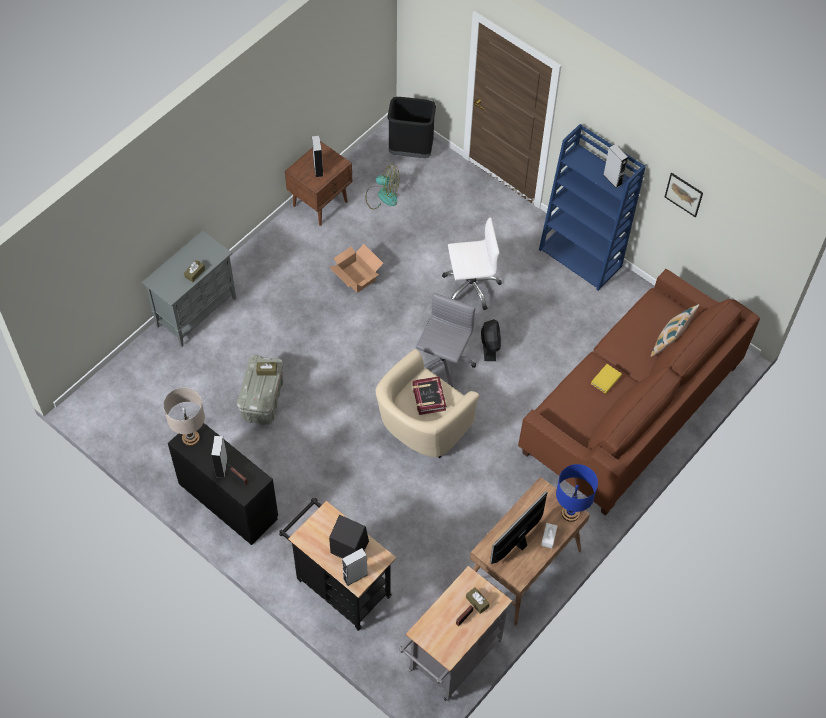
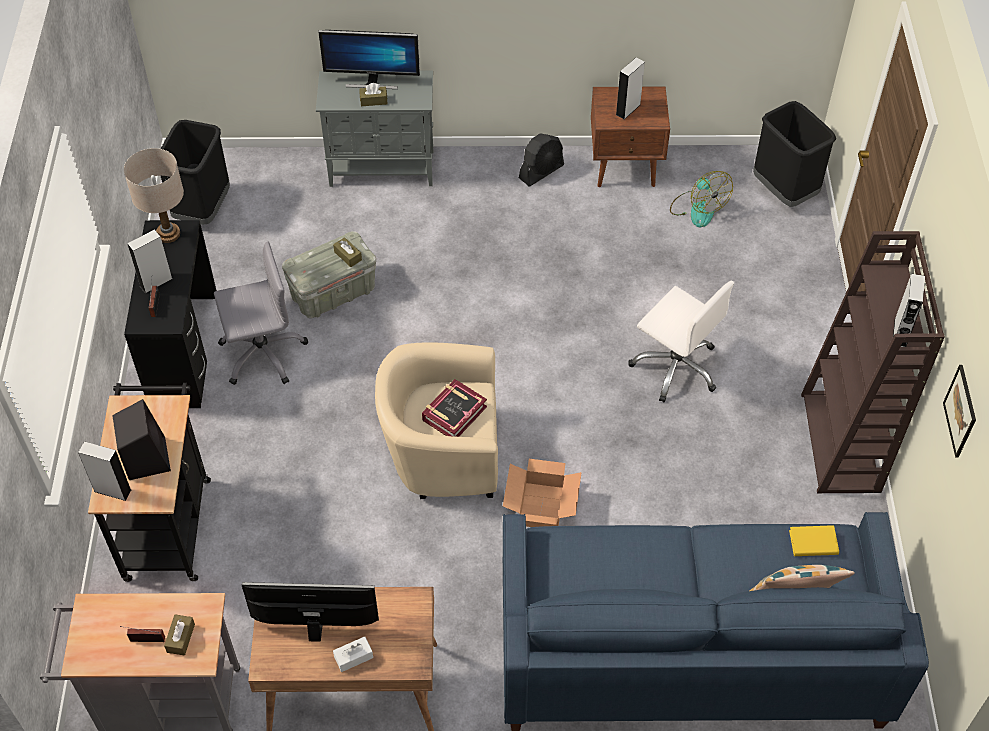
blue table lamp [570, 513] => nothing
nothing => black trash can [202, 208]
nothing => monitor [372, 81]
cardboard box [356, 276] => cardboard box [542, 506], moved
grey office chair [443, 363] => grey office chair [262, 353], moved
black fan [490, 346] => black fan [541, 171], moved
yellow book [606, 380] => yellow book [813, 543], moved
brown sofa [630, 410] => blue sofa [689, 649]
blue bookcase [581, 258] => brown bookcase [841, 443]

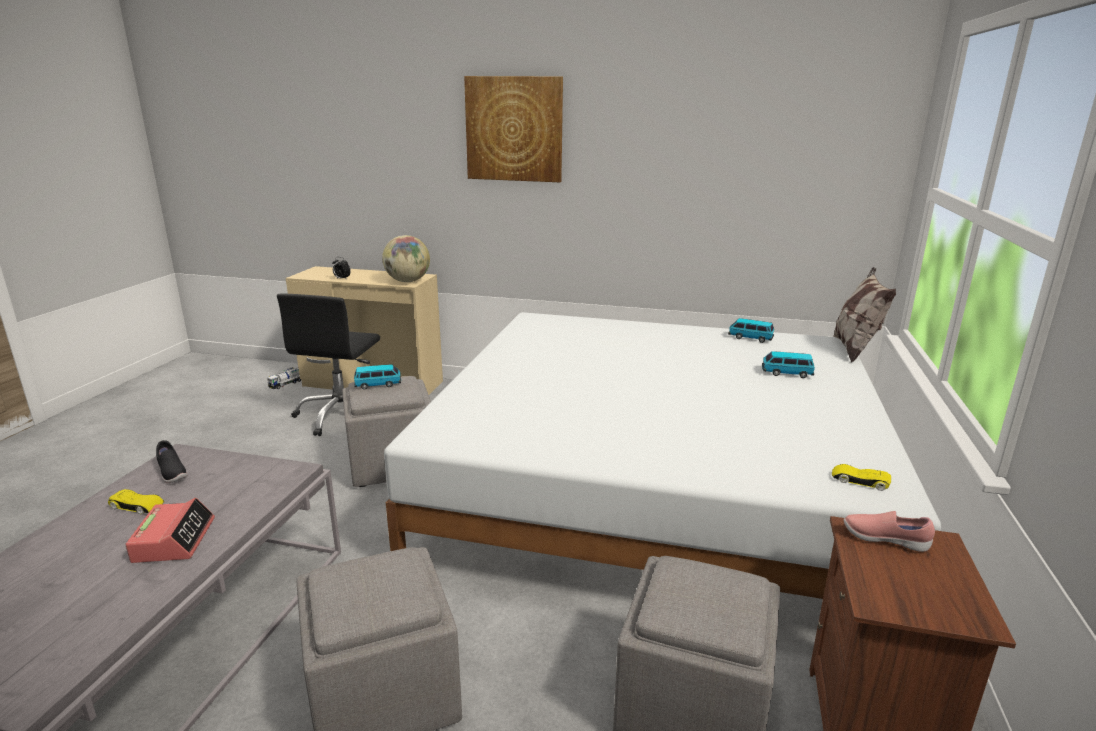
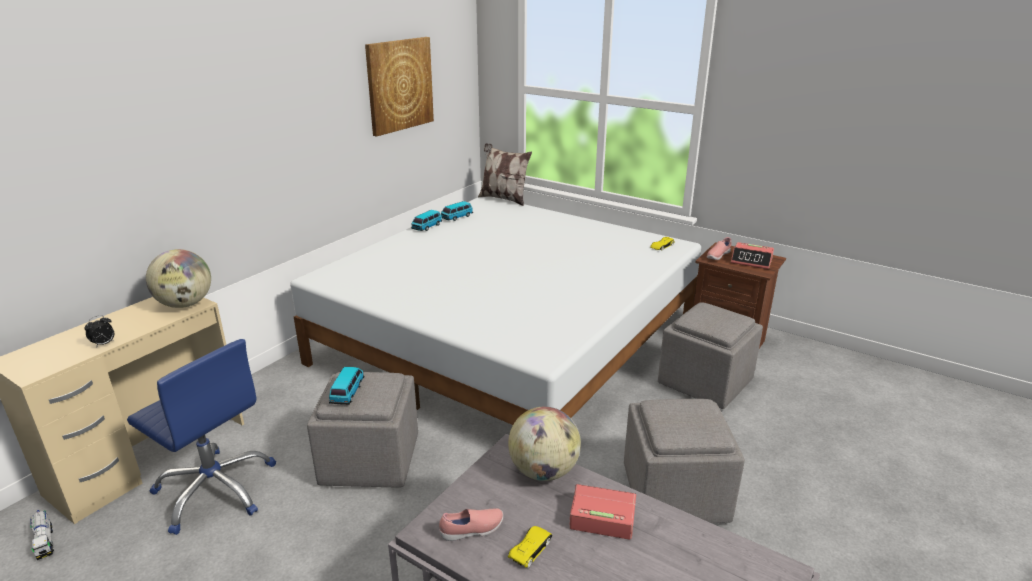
nothing => globe [544, 471]
nothing => alarm clock [751, 261]
picture [514, 129] => picture [399, 85], moved
toy car [786, 373] => toy car [427, 227], moved
black shoe [172, 473] => pink shoe [472, 531]
black office chair [342, 415] => blue office chair [216, 489]

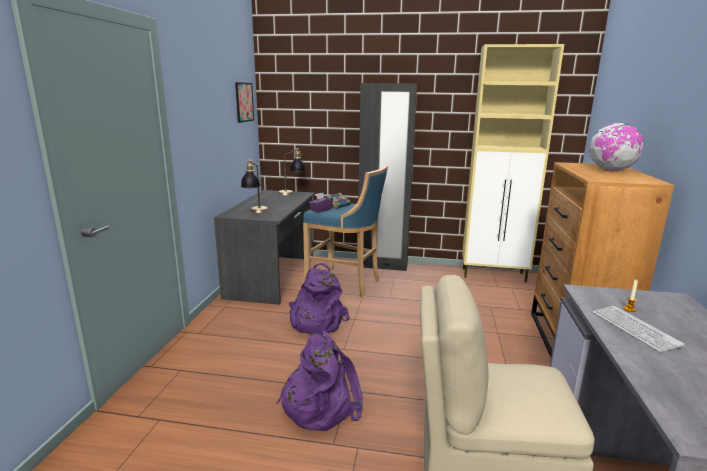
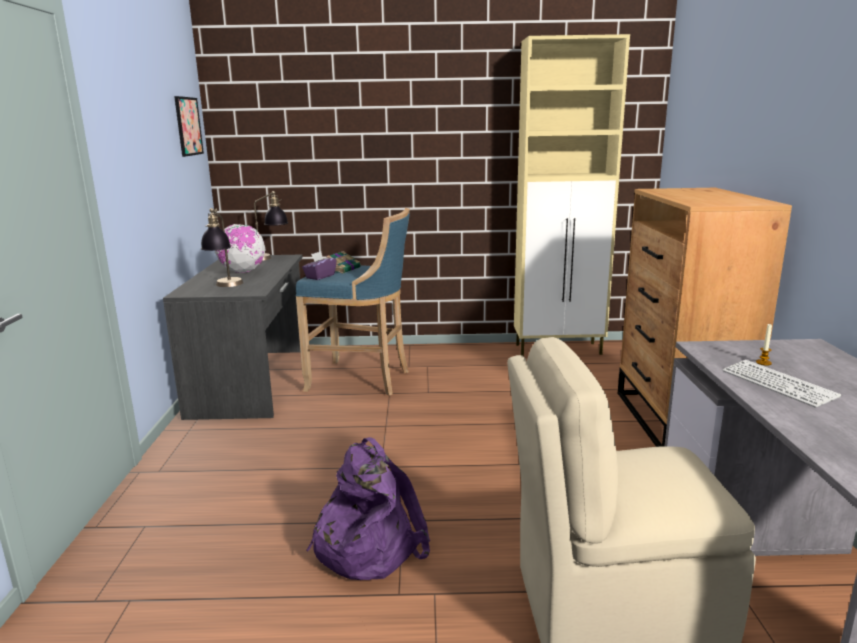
purple backpack [315, 322] => nothing
black wardrobe [382, 265] => nothing
globe [611, 170] => globe [242, 272], moved

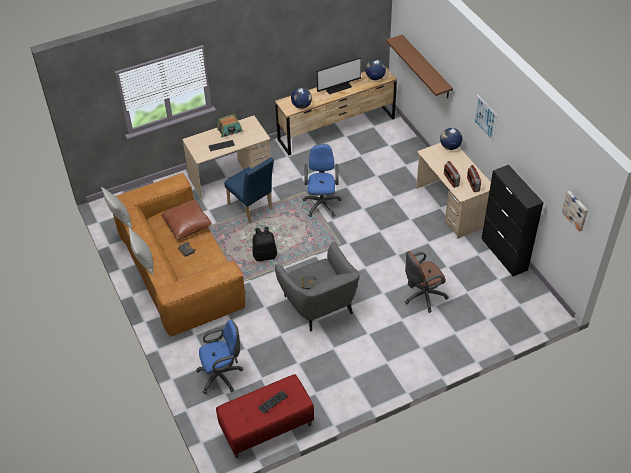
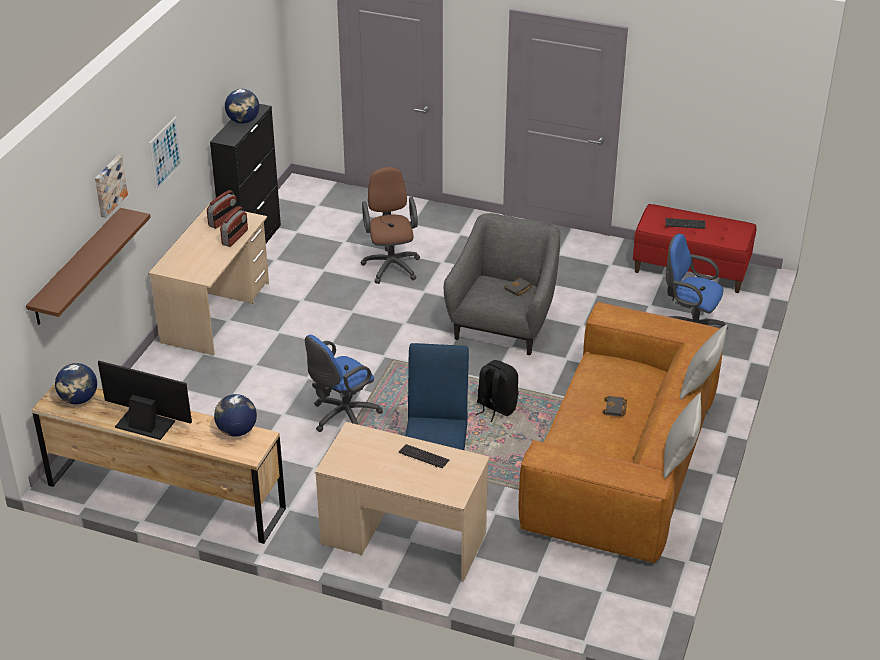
brown pillow [187, 225] => nothing
radio [230, 131] => nothing
globe [450, 147] => globe [243, 121], moved
picture [576, 210] => picture [109, 186], moved
brown office chair [422, 296] => brown office chair [391, 265], 120 degrees counterclockwise

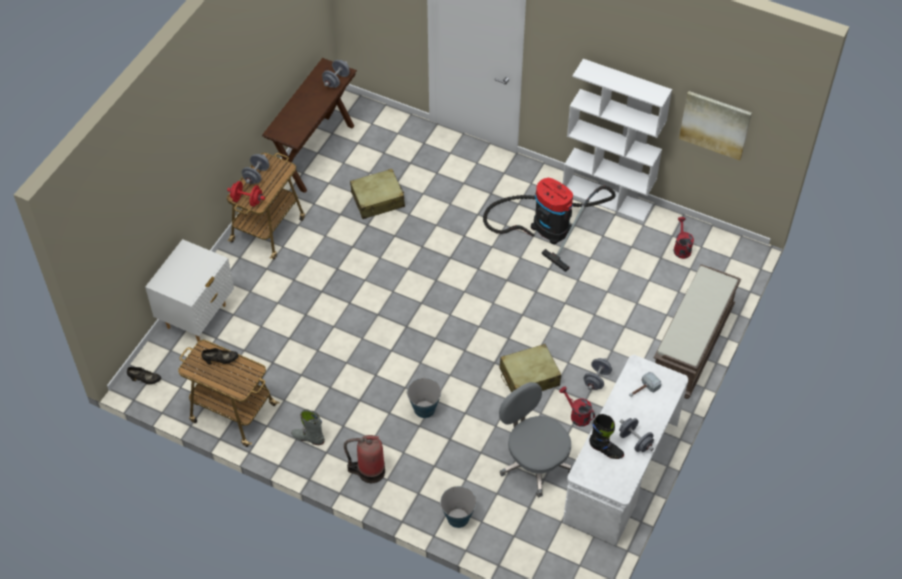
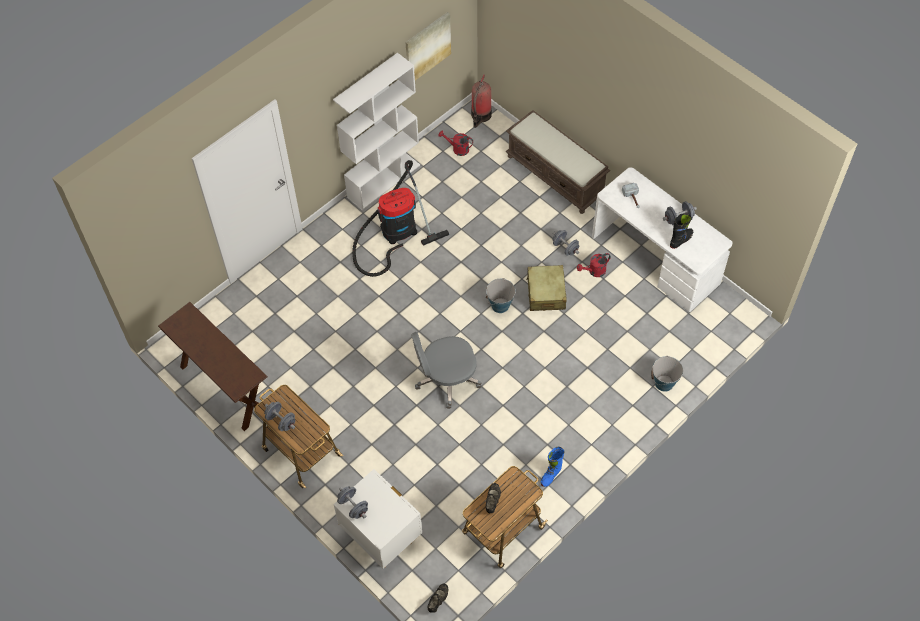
red dumbbell [247, 200] => nothing
beige suitcase [378, 200] => nothing
grey dumbbell [336, 80] => grey dumbbell [353, 506], moved
fire extinguisher [369, 471] => fire extinguisher [480, 116], moved
bucket [424, 409] => bucket [500, 305], moved
grey office chair [534, 462] => grey office chair [446, 379], moved
grey boot [308, 438] => blue boot [551, 475]

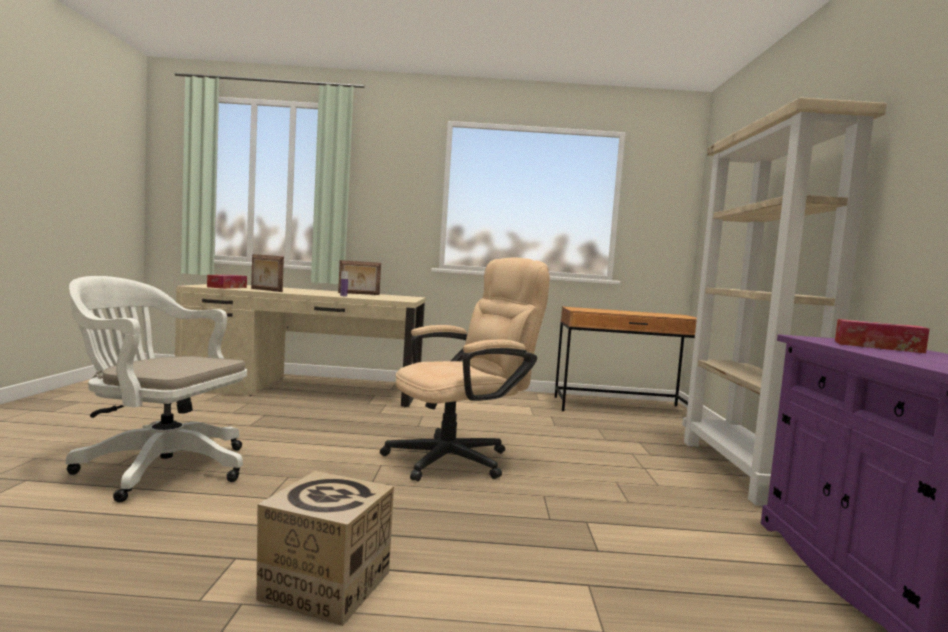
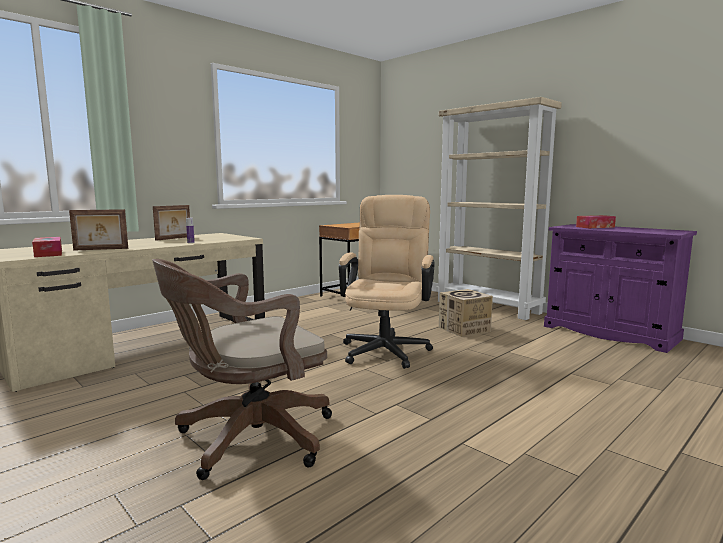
cardboard box [325, 585] => cardboard box [464, 329], moved
white office chair [158, 467] => brown office chair [248, 439]

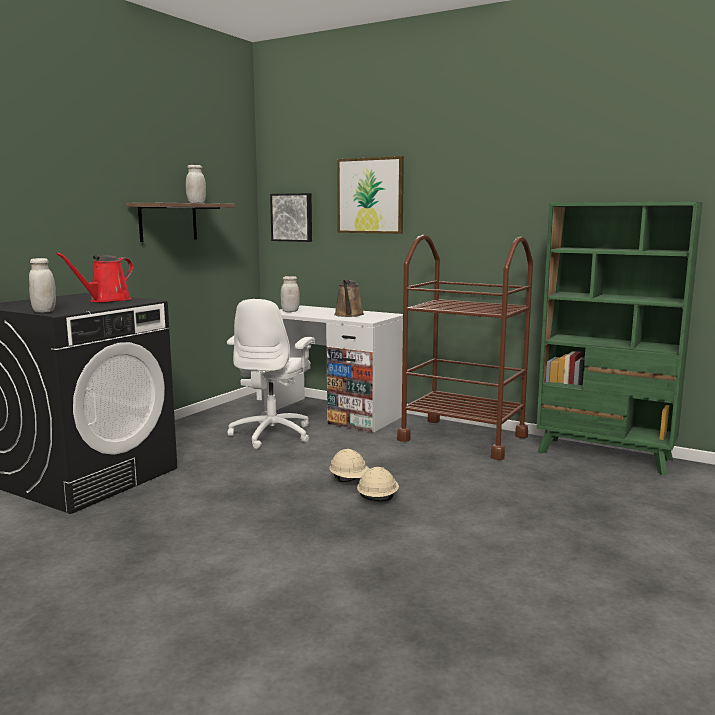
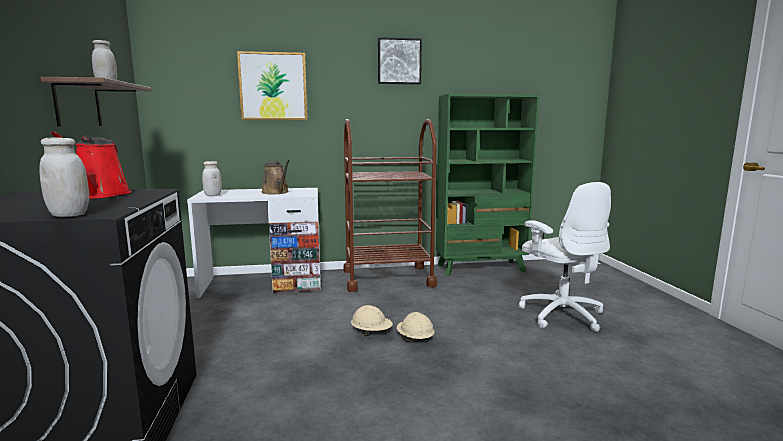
white office chair [273, 434] => white office chair [561, 314], moved
picture [292, 217] => picture [399, 61], moved

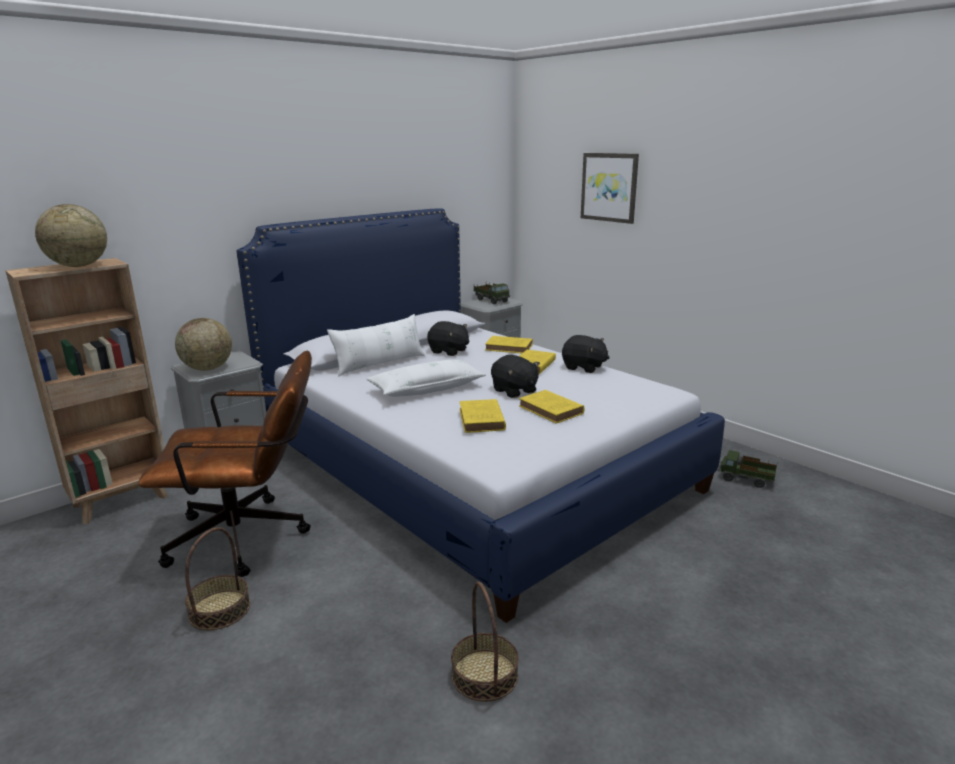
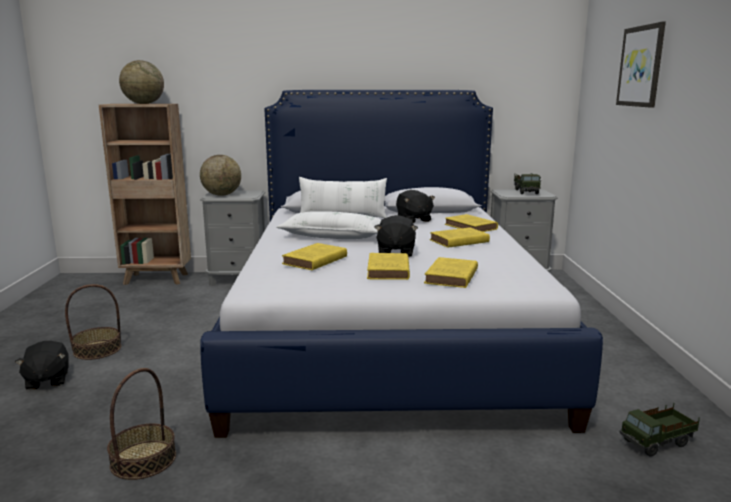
brown office chair [250, 537] => nothing
nothing => yellow book [451, 277]
black plush toy [583, 367] => black plush toy [47, 380], moved
toy truck [746, 480] => toy truck [657, 443], 90 degrees counterclockwise

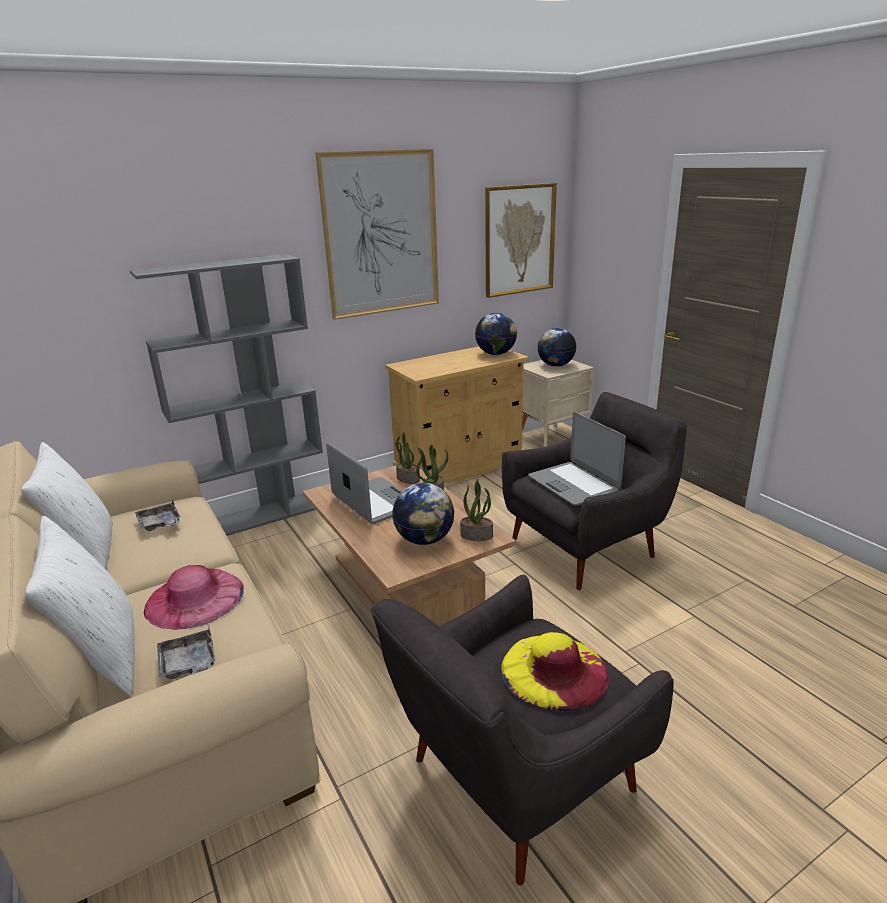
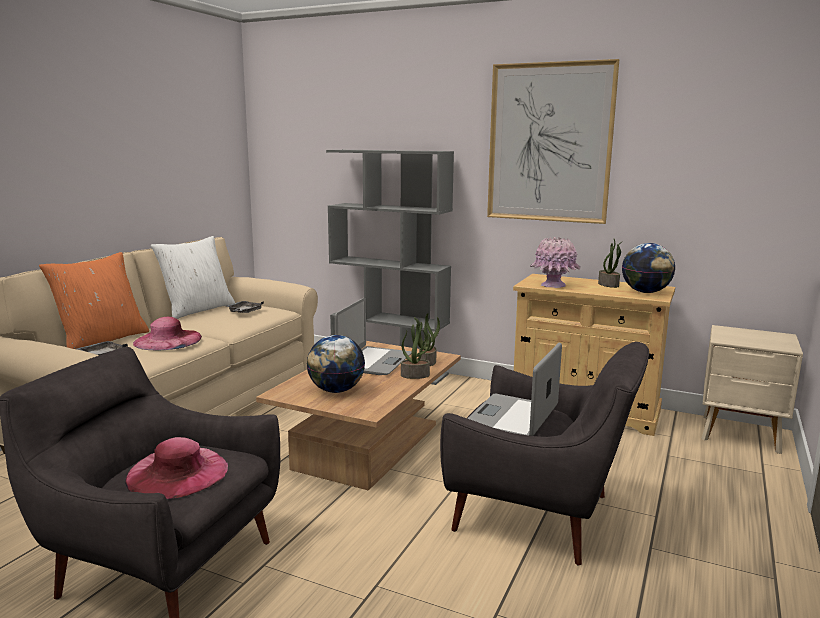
picture [519, 240] => nothing
globe [556, 365] => nothing
nothing => pink vase [554, 285]
potted plant [477, 535] => potted plant [609, 285], moved
white pillow [104, 655] => orange pillow [102, 340]
yellow hat [554, 670] => pink hat [177, 472]

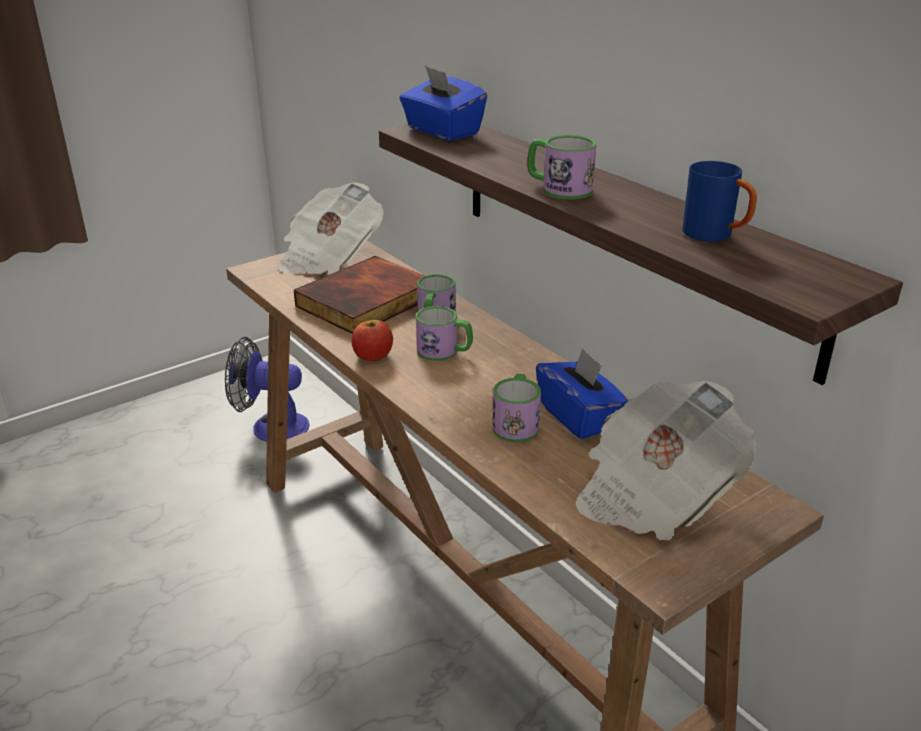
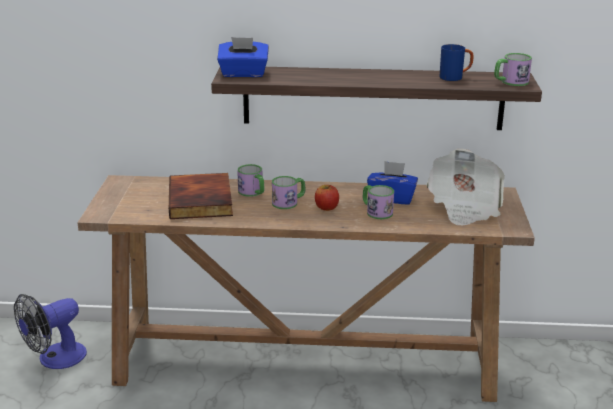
newspaper [329, 257] => nothing
apple [373, 356] => apple [326, 207], moved
mug [558, 188] => mug [510, 82], moved

